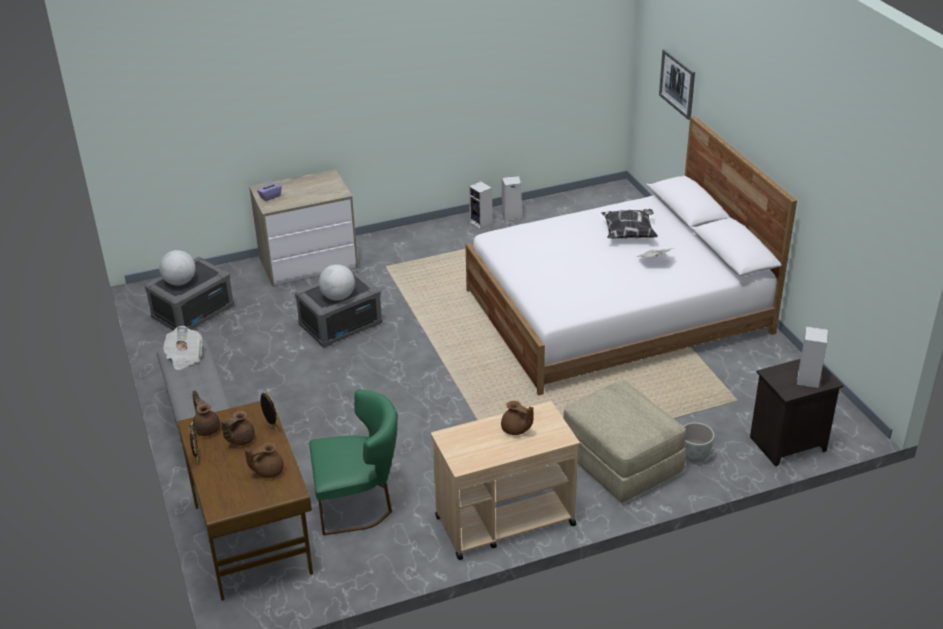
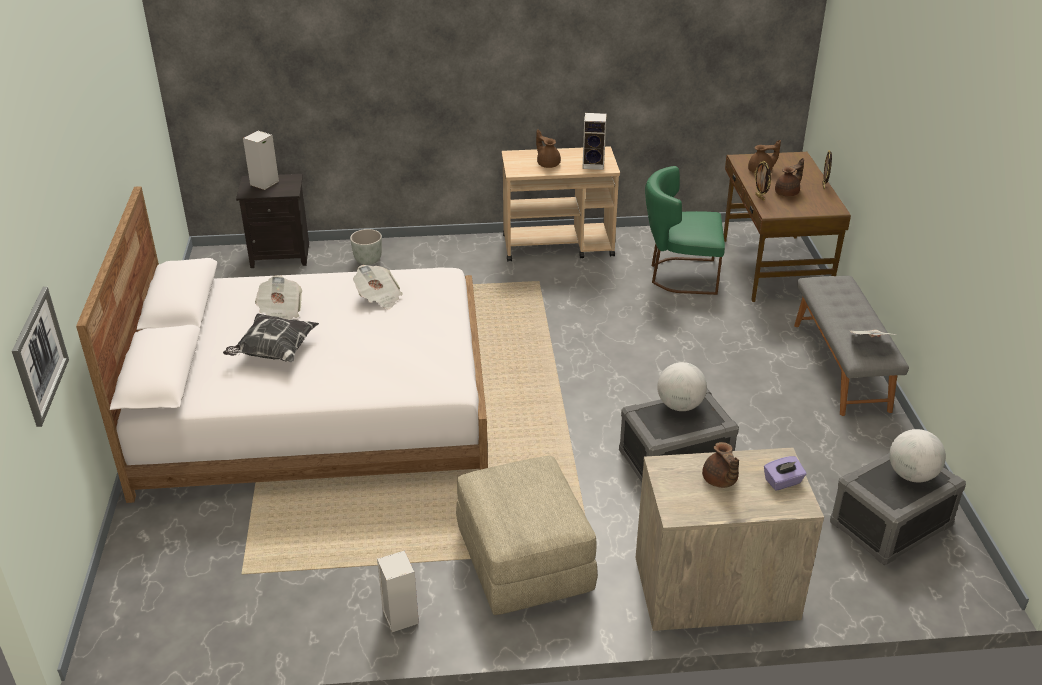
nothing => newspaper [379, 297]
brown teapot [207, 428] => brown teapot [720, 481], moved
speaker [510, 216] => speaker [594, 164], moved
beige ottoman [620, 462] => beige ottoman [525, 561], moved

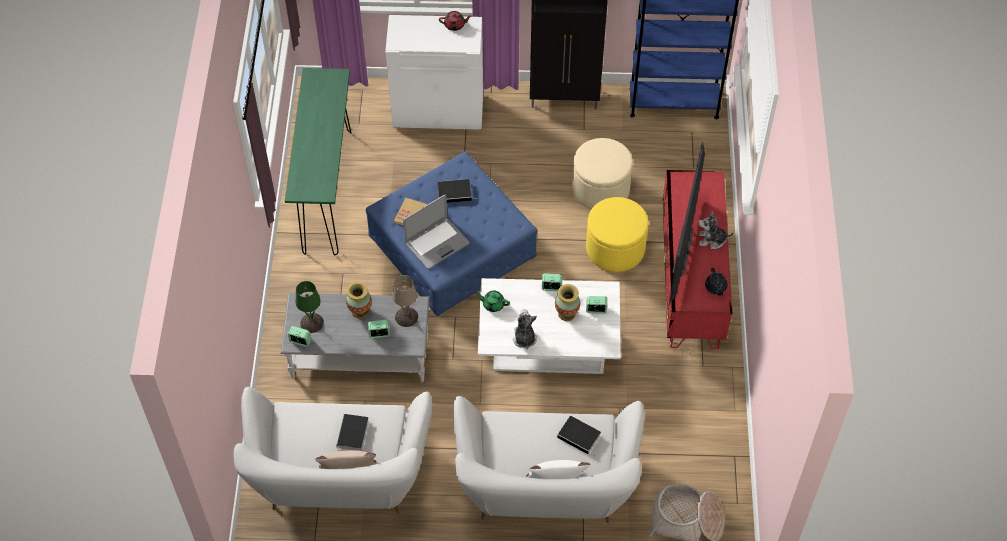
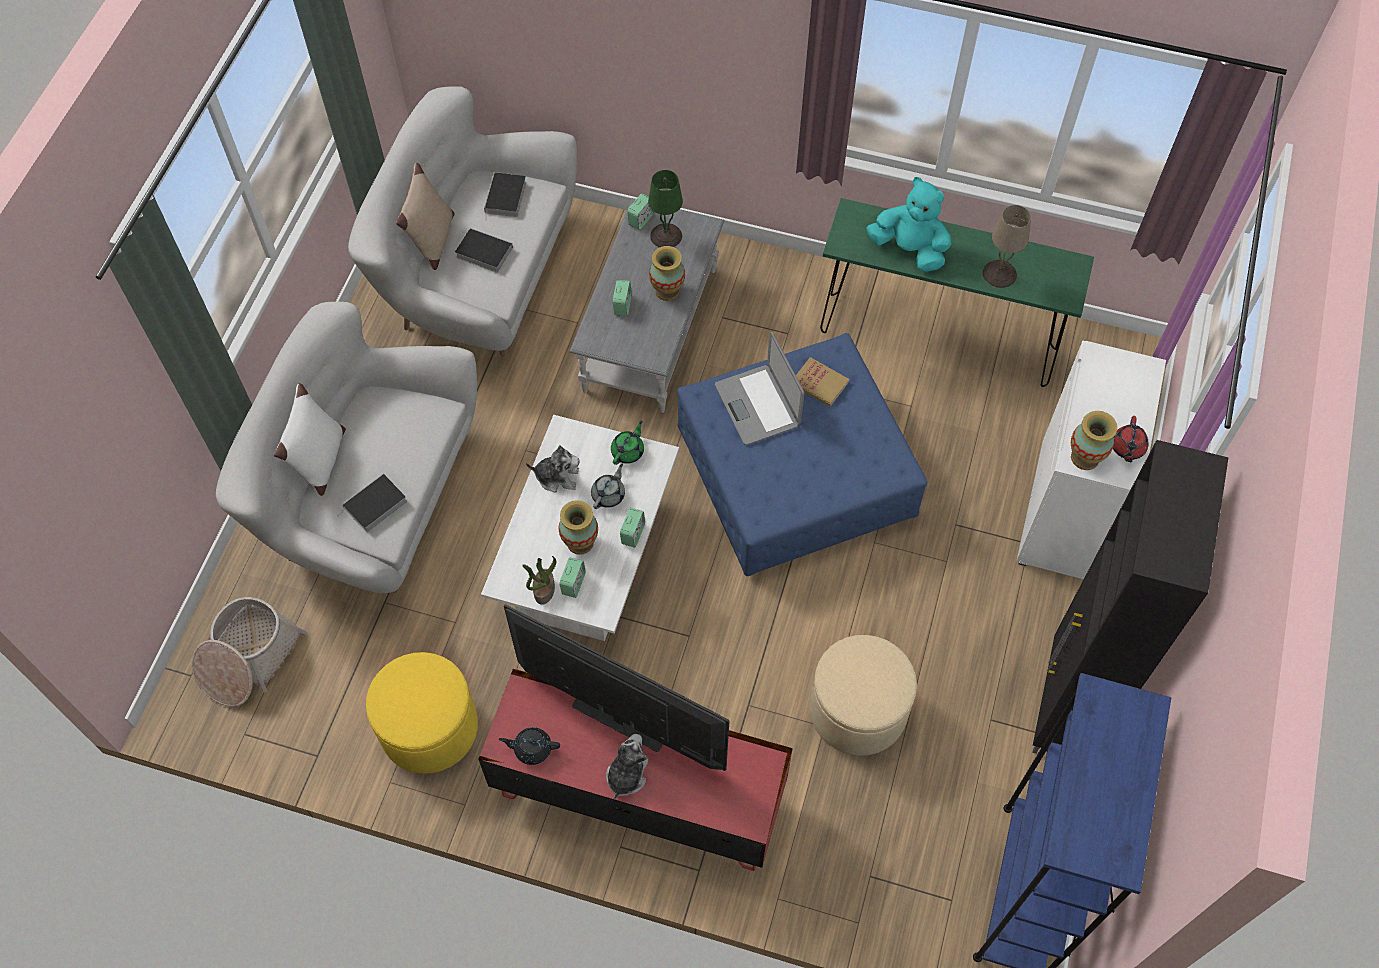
nothing => potted plant [543, 589]
nothing => grey teapot [609, 494]
nothing => turquoise plush toy [909, 249]
nothing => vase [1085, 457]
beige table lamp [406, 316] => beige table lamp [1000, 274], moved
book [455, 192] => book [505, 198], moved
yellow ottoman [615, 248] => yellow ottoman [429, 727], moved

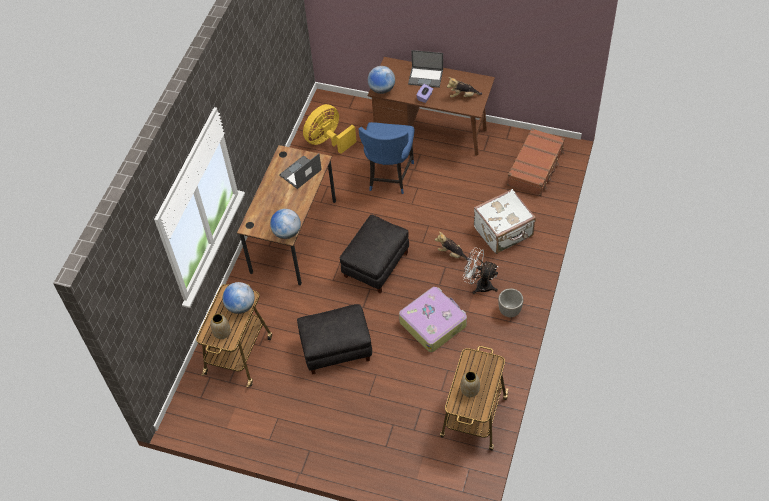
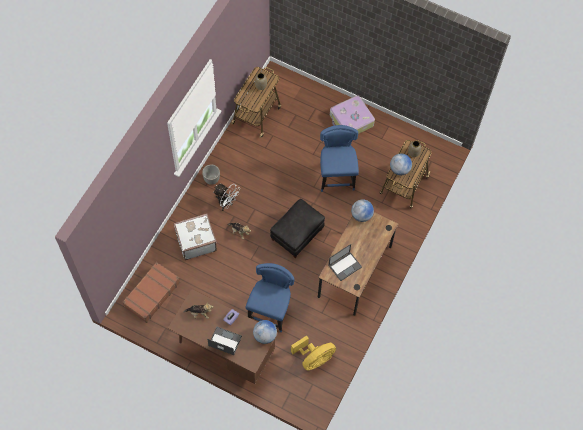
suitcase [433, 323] => suitcase [351, 121], moved
black ottoman [336, 349] => blue chair [336, 176]

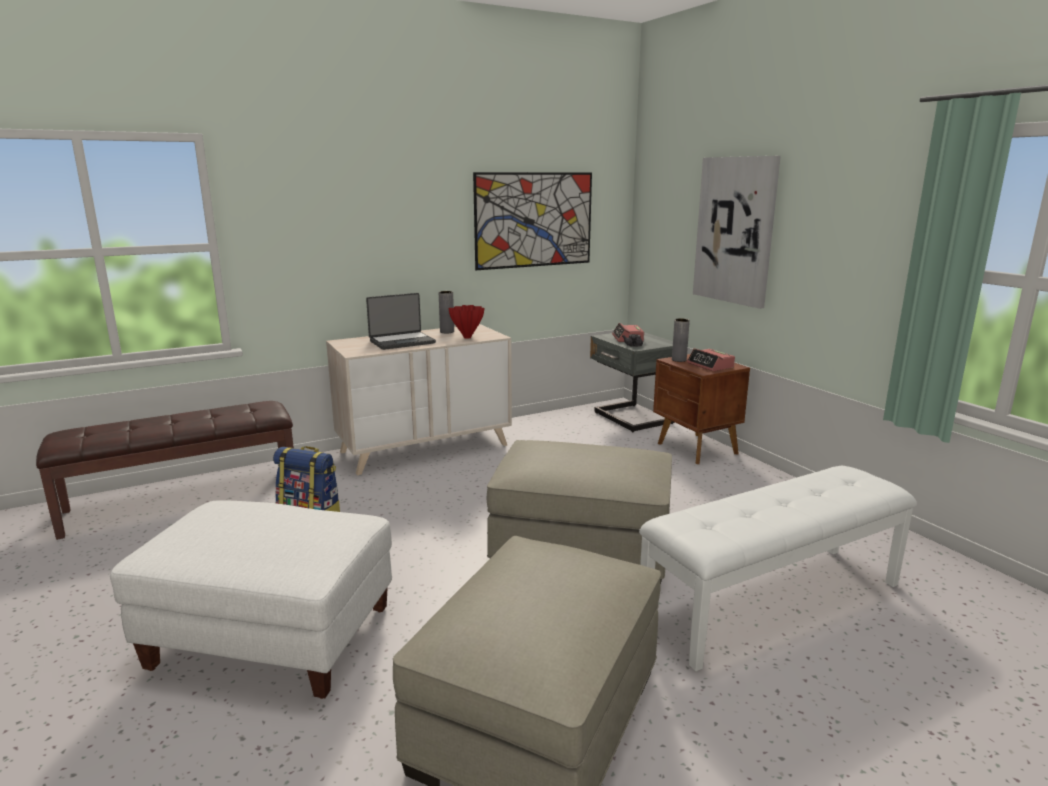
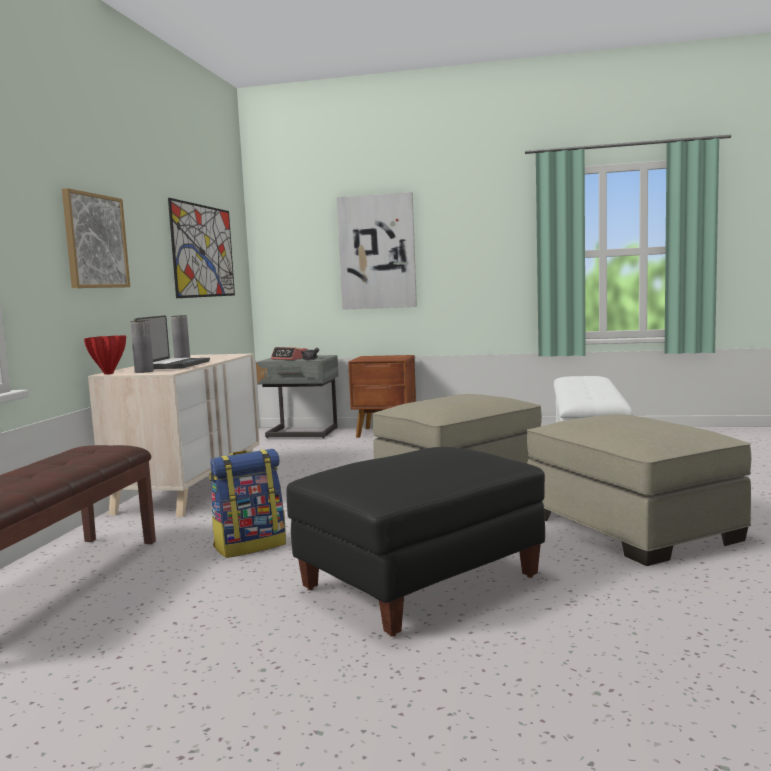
alarm clock [710, 365] => nothing
nothing => picture [95, 241]
red vase [468, 337] => red vase [109, 373], moved
grey vase [679, 360] => grey vase [144, 371], moved
white ottoman [272, 637] => black ottoman [420, 582]

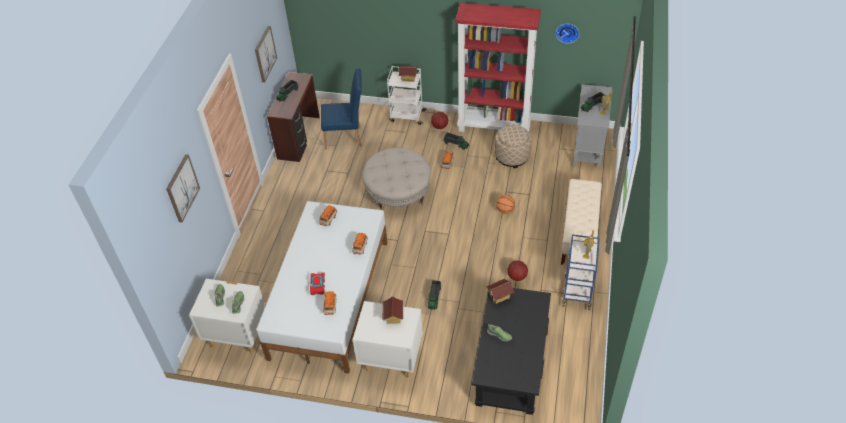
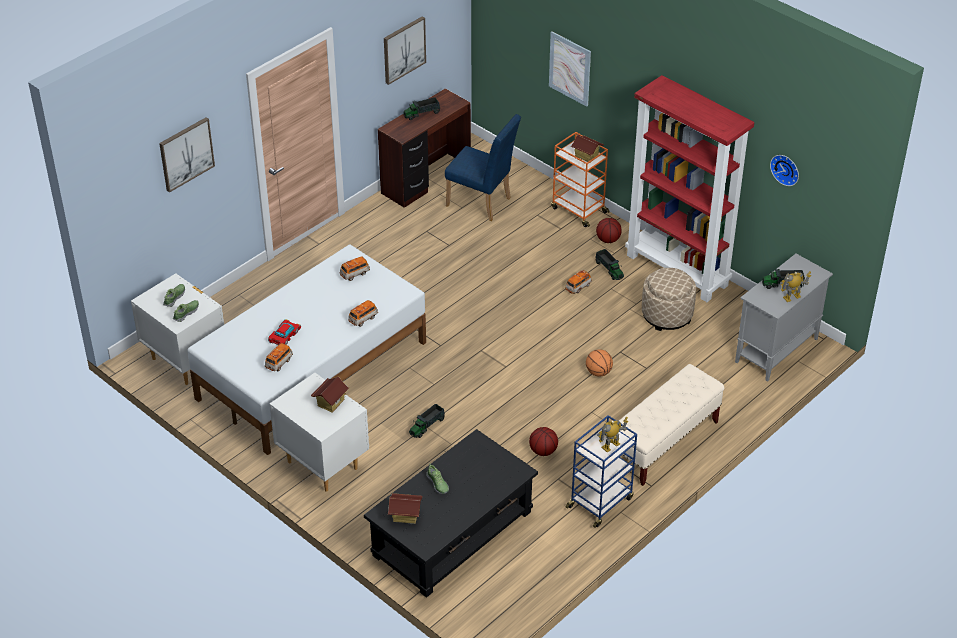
beige ottoman [398, 192] => nothing
nothing => picture [570, 68]
toy house [499, 296] => toy house [405, 516], moved
white cart [407, 116] => orange cart [578, 210]

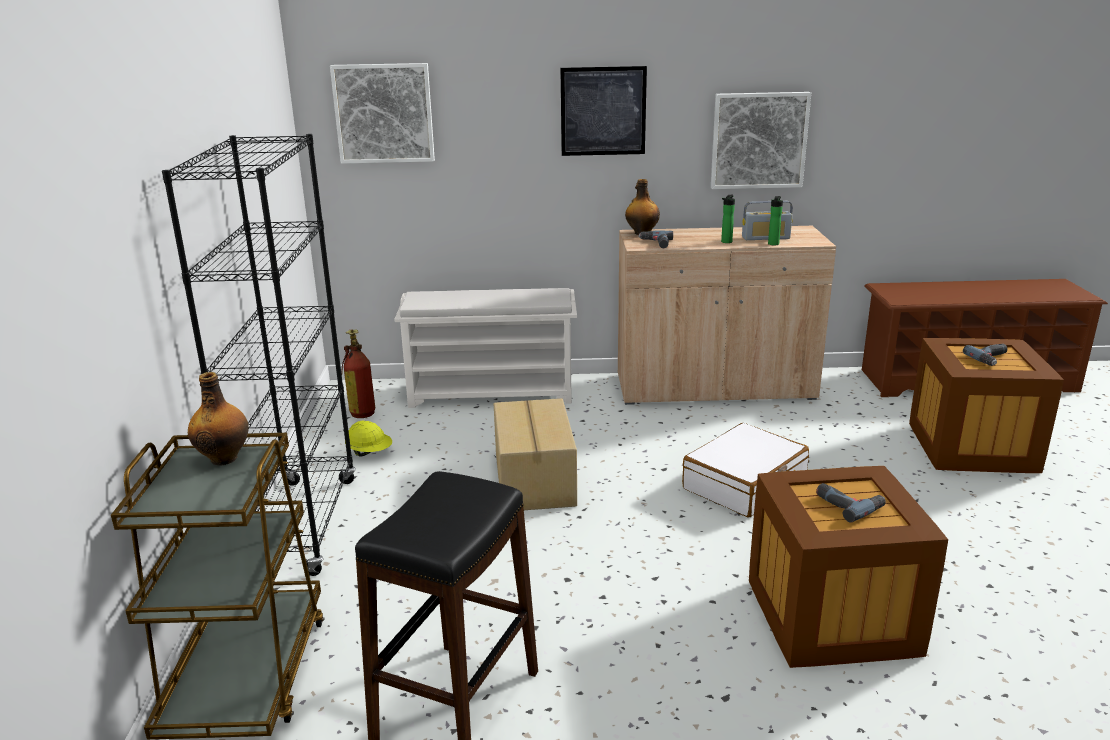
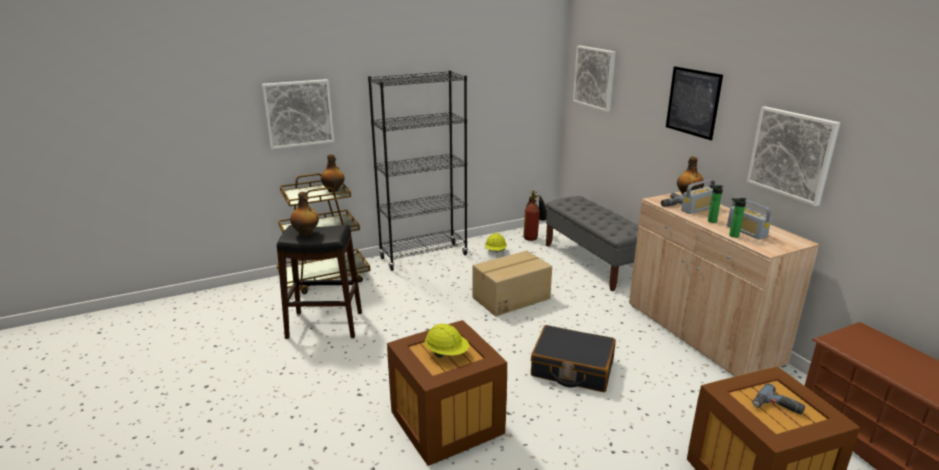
nothing => picture [299, 113]
nothing => bottle [306, 233]
nothing => radio [697, 209]
white shoe rack [492, 393] => grey bench [593, 262]
power drill [848, 504] => yellow hard hat [447, 353]
white suitcase [745, 485] => black suitcase [572, 368]

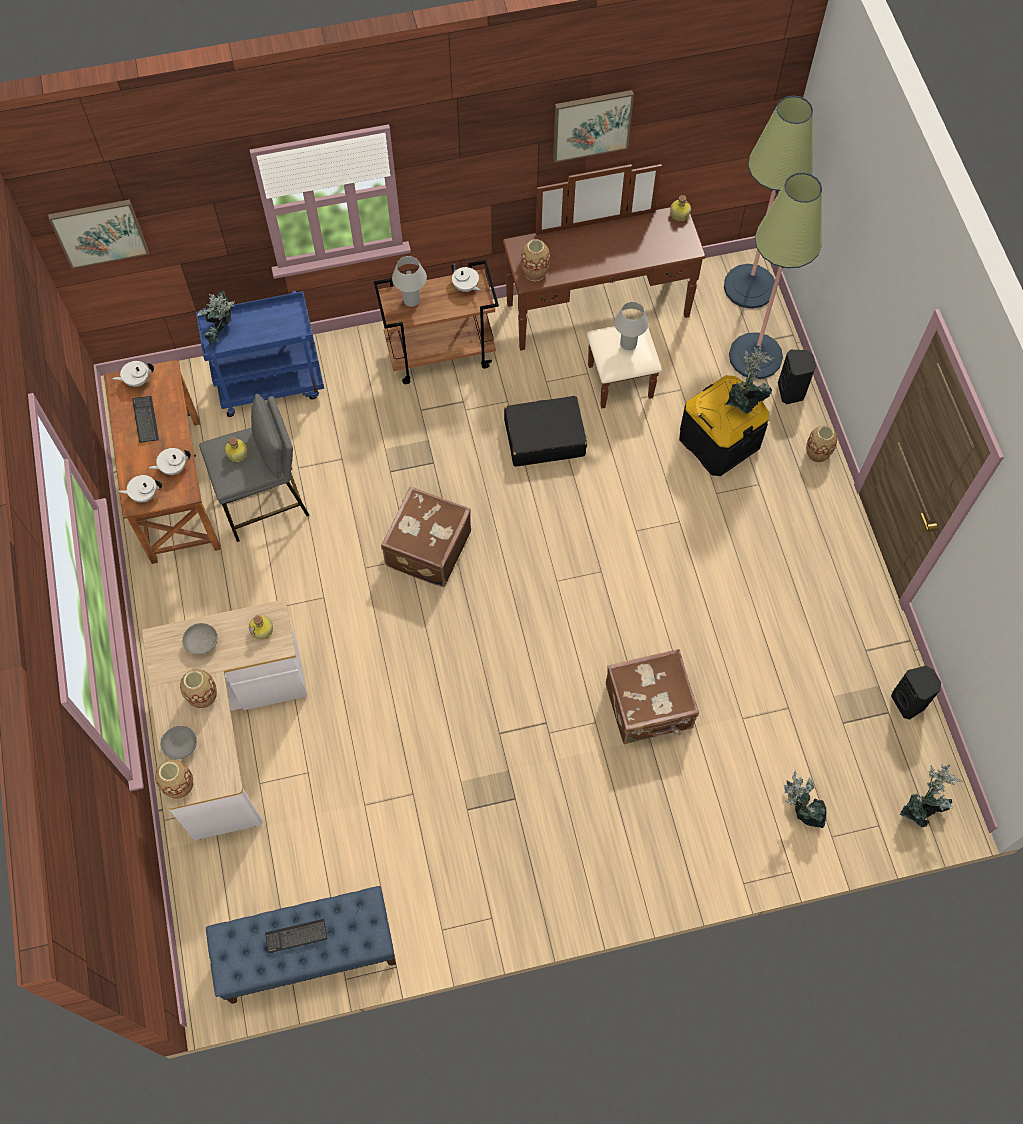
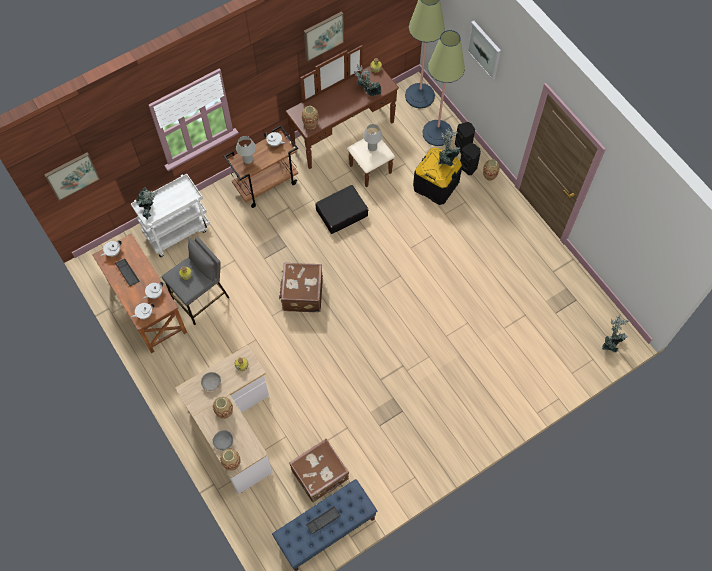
nothing => picture [484, 49]
brown suitcase [649, 708] => brown suitcase [320, 475], moved
potted plant [797, 808] => potted plant [367, 92], moved
black speaker [908, 702] => black speaker [468, 167], moved
blue cart [272, 384] => white cart [177, 231]

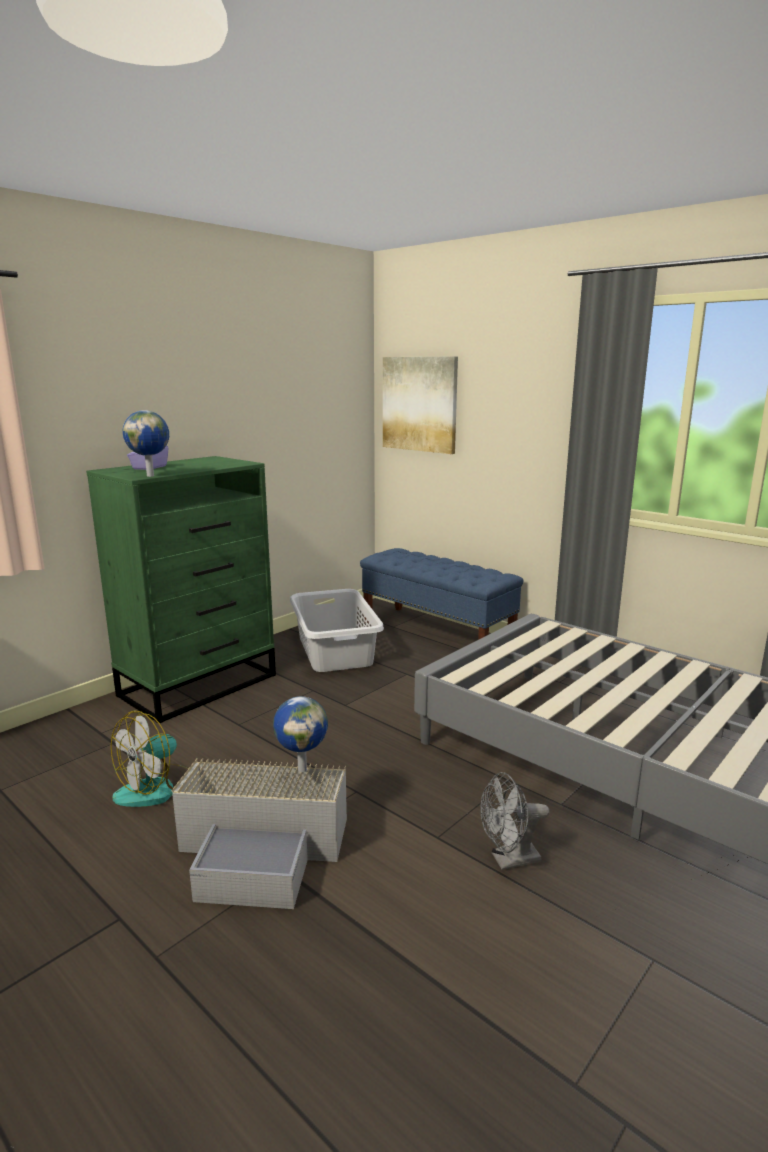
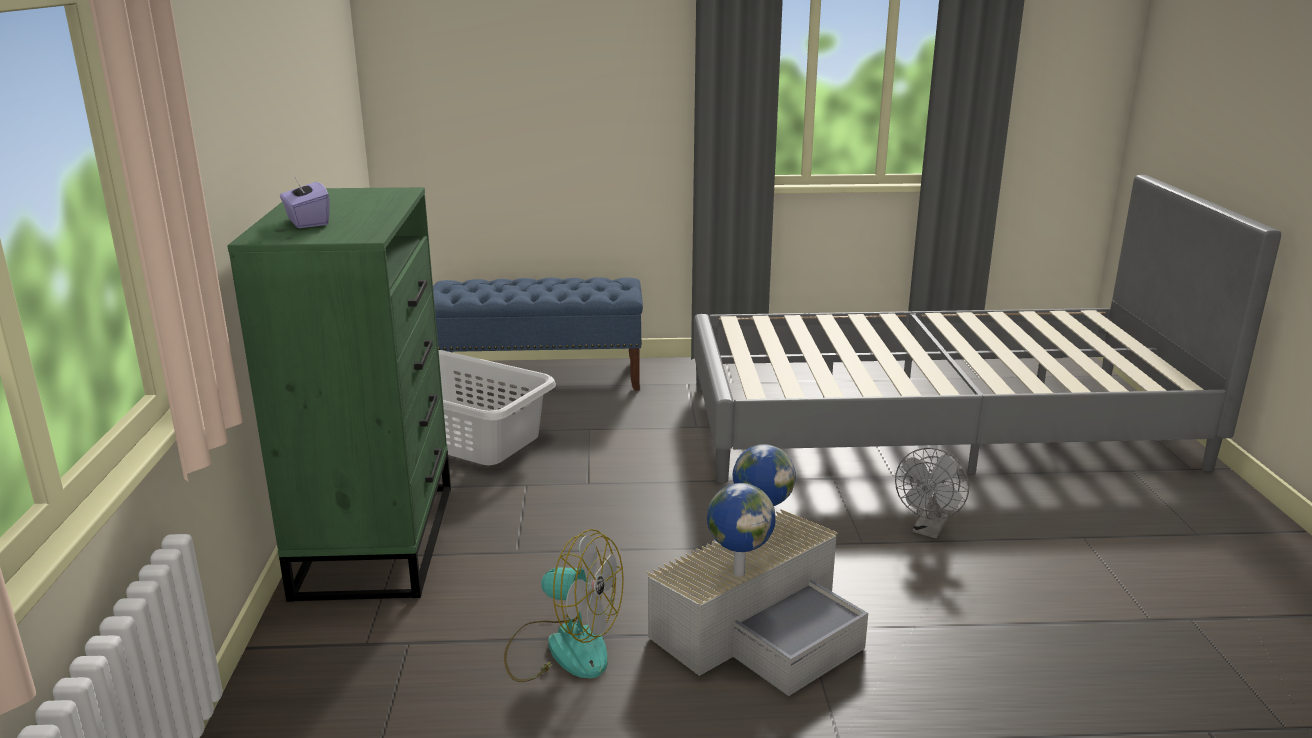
picture [419, 404] => nothing
globe [151, 475] => globe [738, 572], moved
fan [157, 788] => fan [563, 648], 60 degrees counterclockwise

